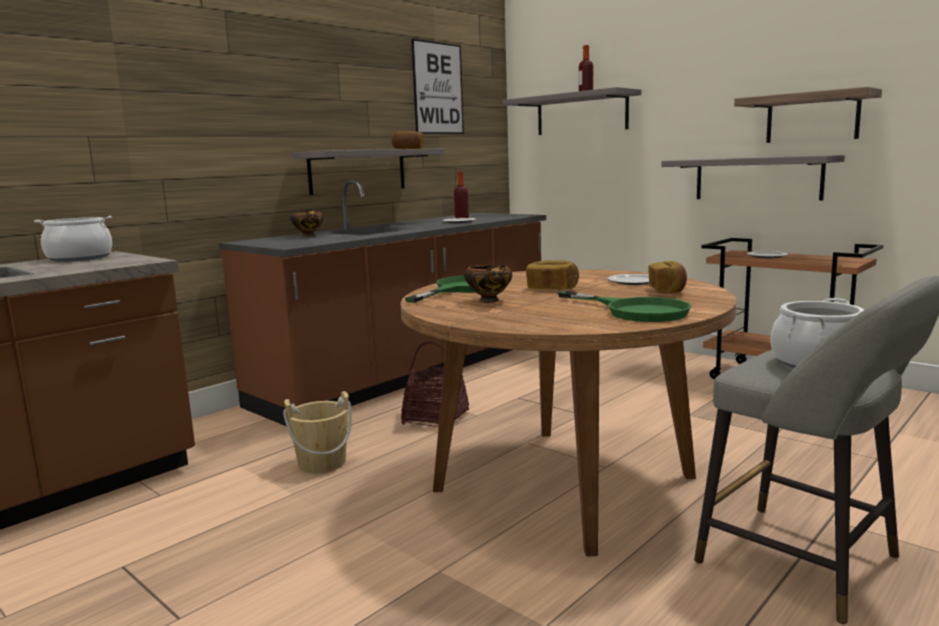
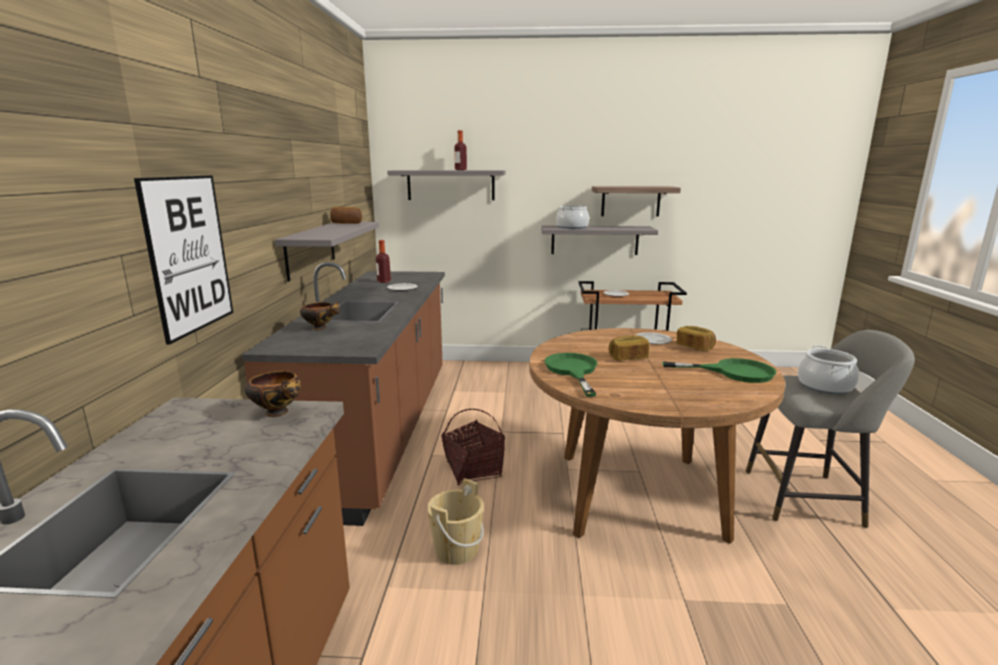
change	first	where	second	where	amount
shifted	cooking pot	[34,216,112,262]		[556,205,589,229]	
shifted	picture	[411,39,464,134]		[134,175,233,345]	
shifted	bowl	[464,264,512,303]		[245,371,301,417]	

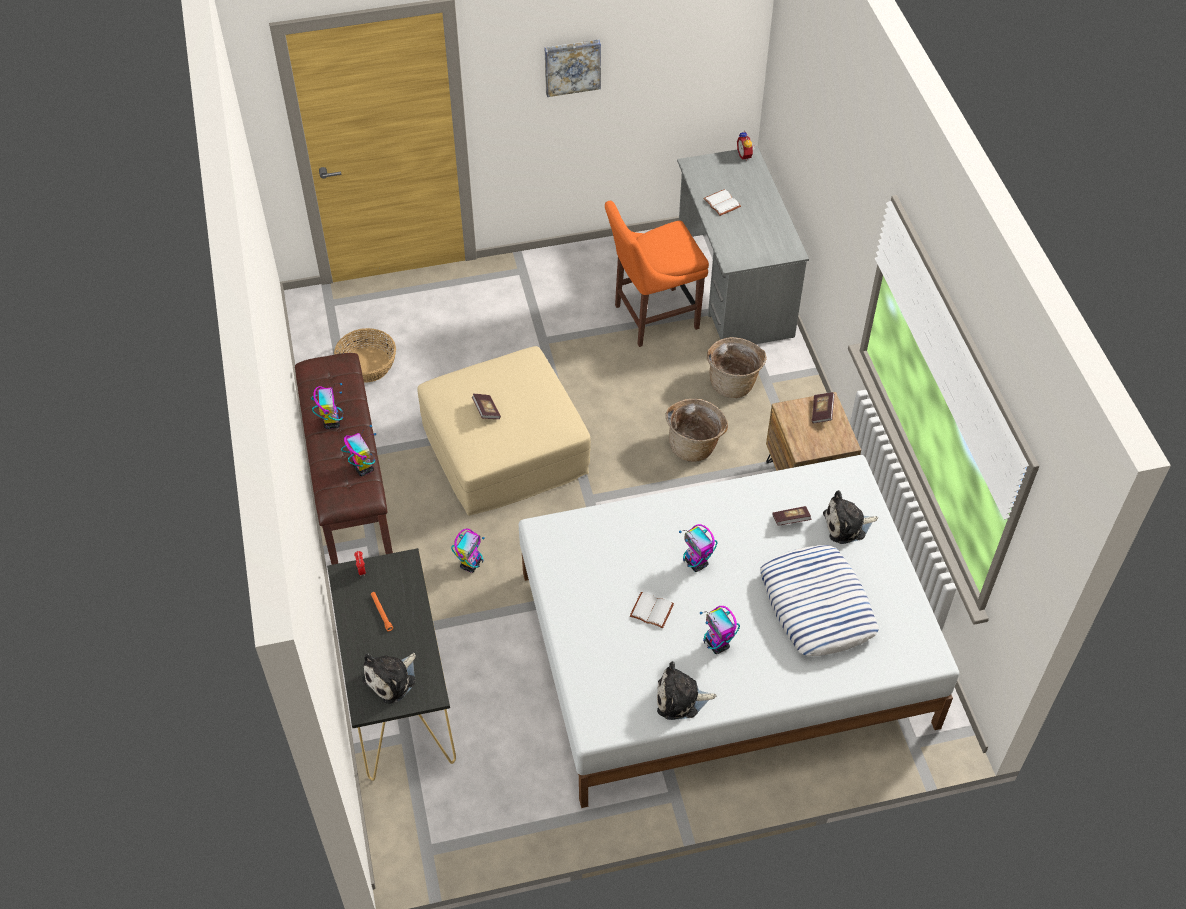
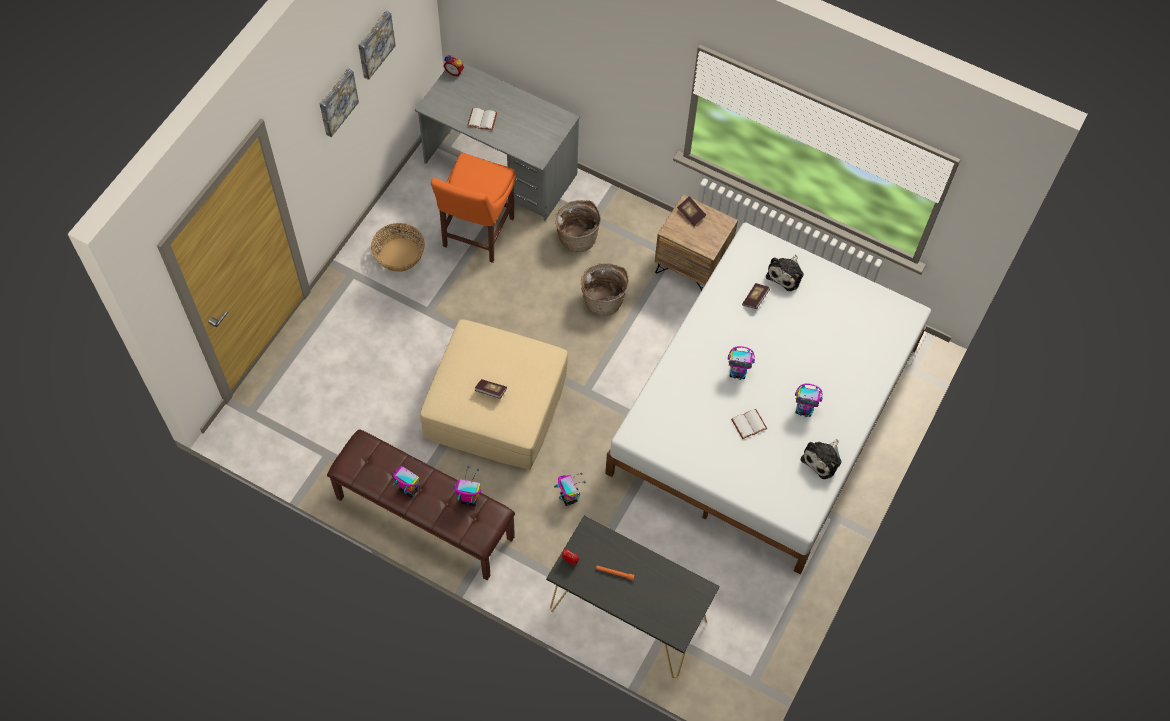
change	first	where	second	where	amount
shifted	basket	[334,328,396,382]		[371,223,425,272]	
gone	plush toy	[362,653,416,704]			
gone	pillow	[760,545,879,656]			
new			picture	[358,11,396,80]	

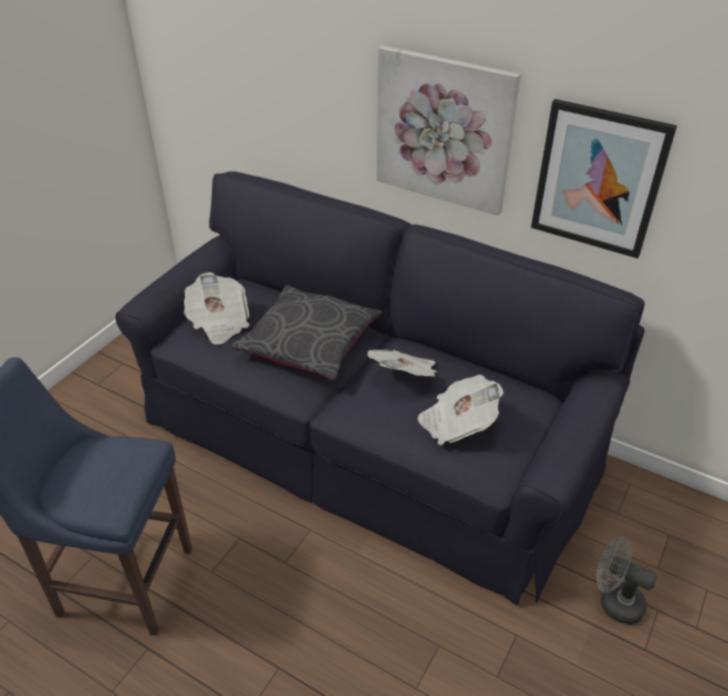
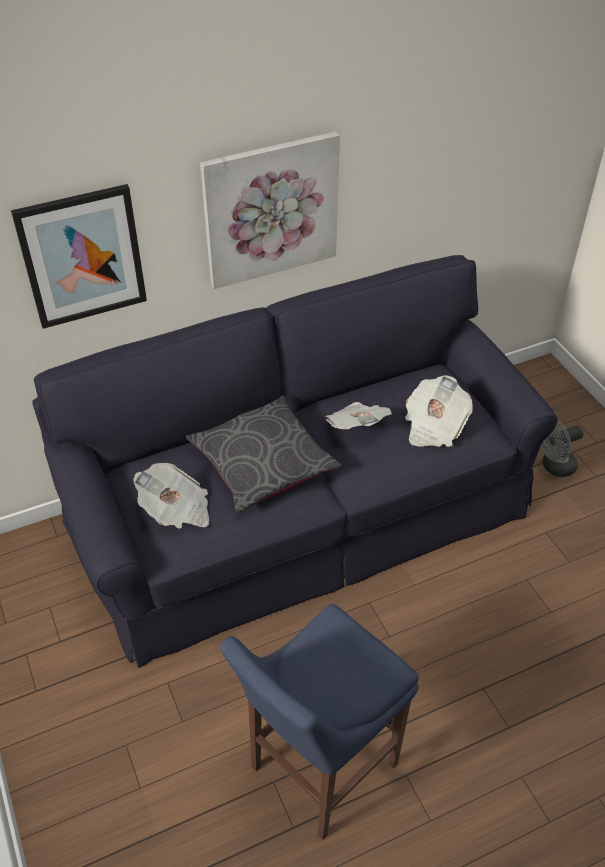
change	first	where	second	where	amount
shifted	picture	[531,99,677,259]		[11,184,147,329]	

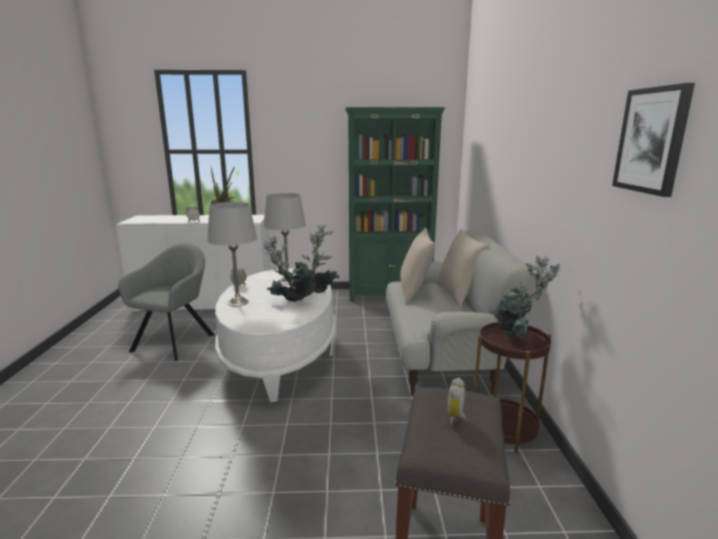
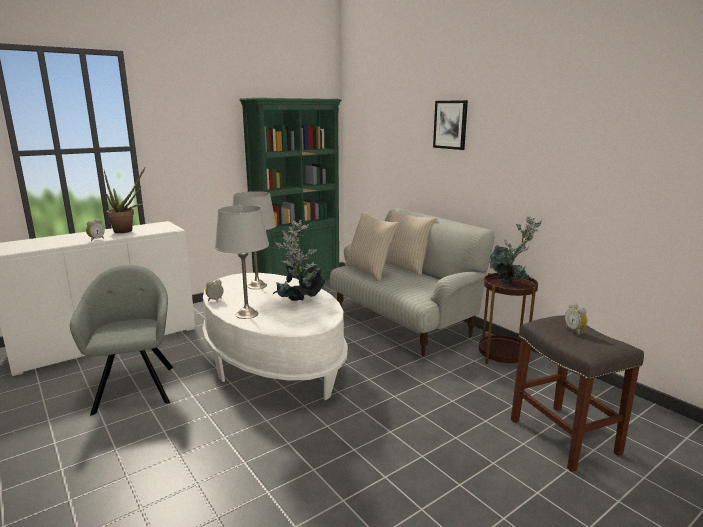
change	first	where	second	where	amount
shifted	picture	[612,83,695,197]		[433,100,468,150]	

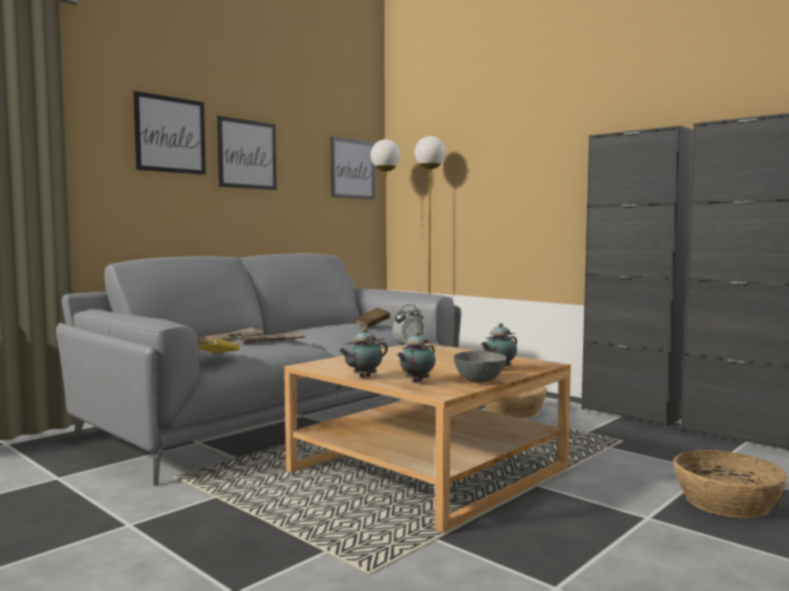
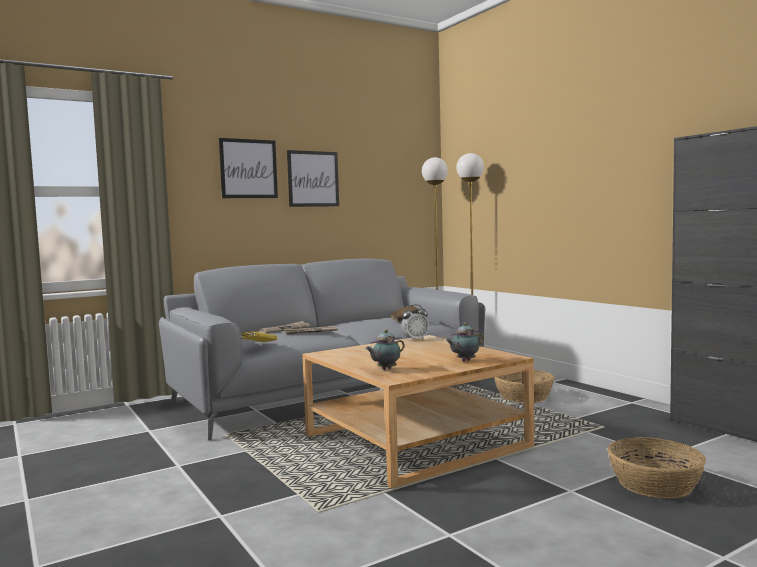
change	first	where	second	where	amount
gone	picture	[331,137,375,200]			
gone	teapot	[339,328,388,378]			
gone	bowl (grey)	[454,351,507,383]			
gone	cabinet (black)	[581,126,693,426]			

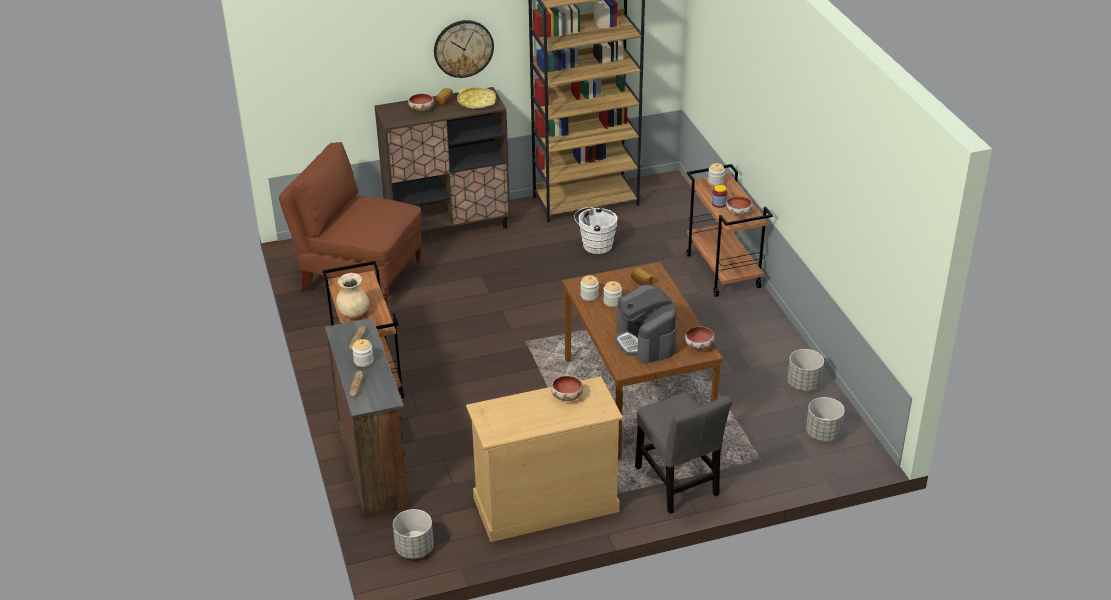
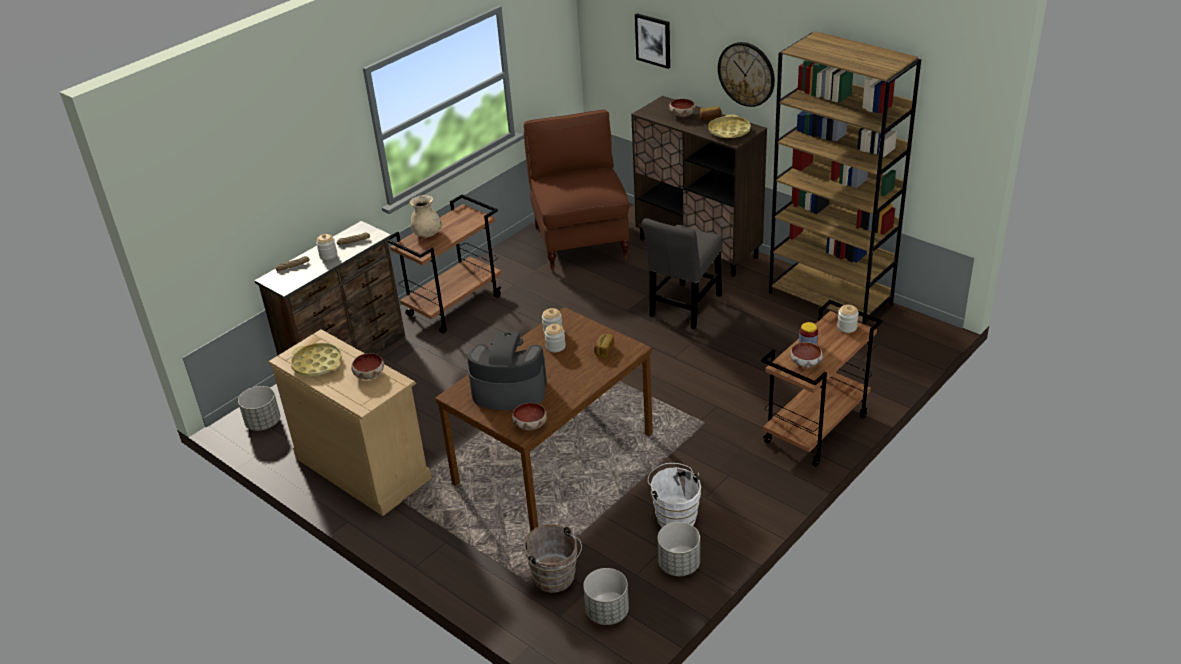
change	first	where	second	where	amount
shifted	bucket (white)	[574,206,617,254]		[648,463,701,527]	
rotated	coffee machine	[615,285,677,364]		[467,332,547,410]	60 degrees clockwise
shifted	chair (grey)	[635,392,732,514]		[642,218,722,329]	
new			tray (yellow)	[291,343,342,376]	
new			bucket (brown)	[524,525,582,593]	
new			picture	[635,13,670,69]	

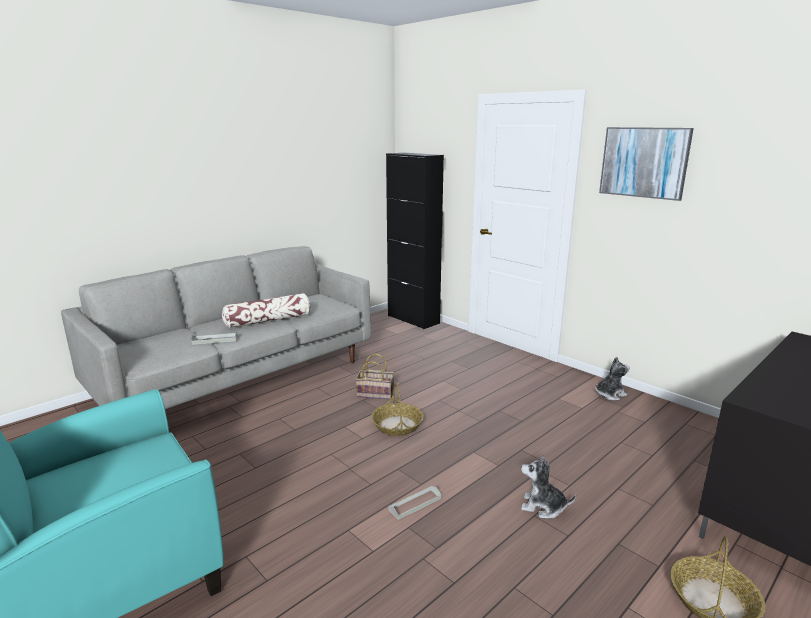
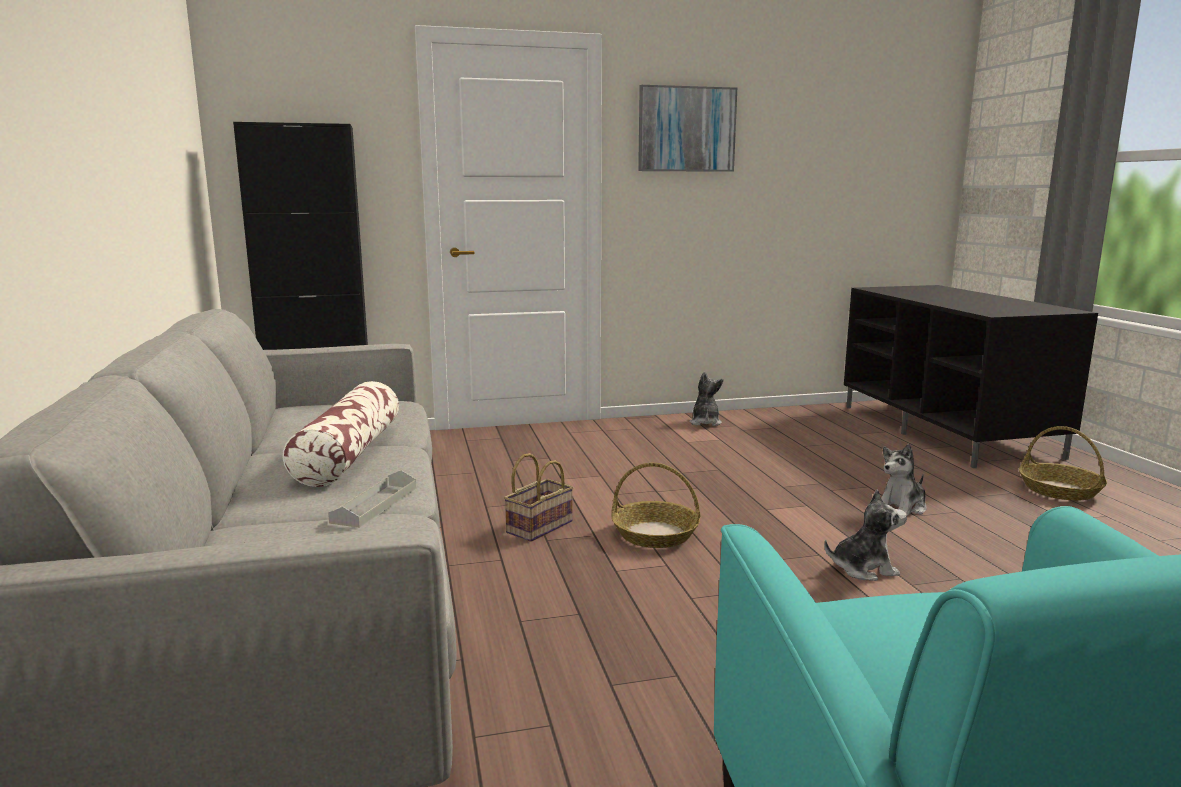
change	first	where	second	where	amount
swapped	tray (grey)	[388,486,441,520]	plush toy	[824,490,907,581]	

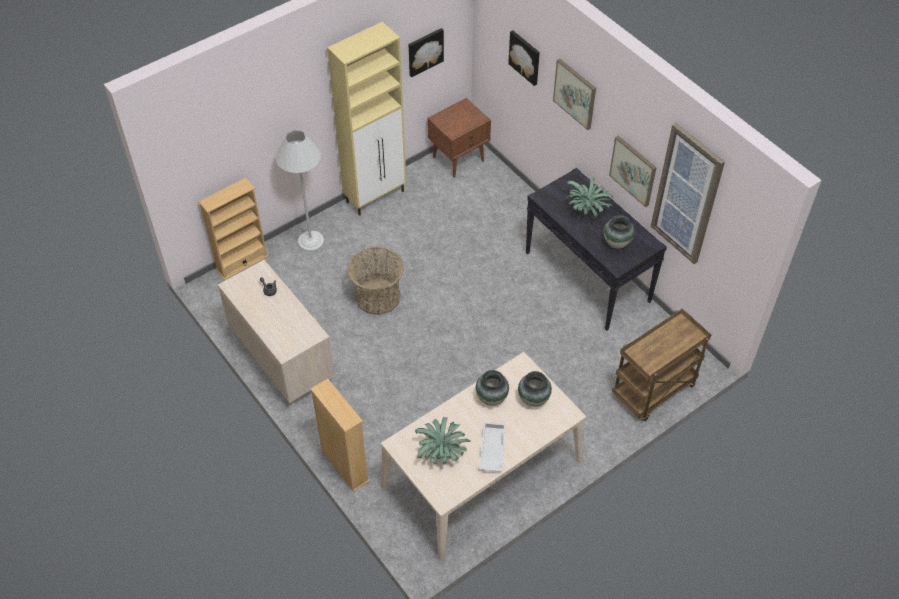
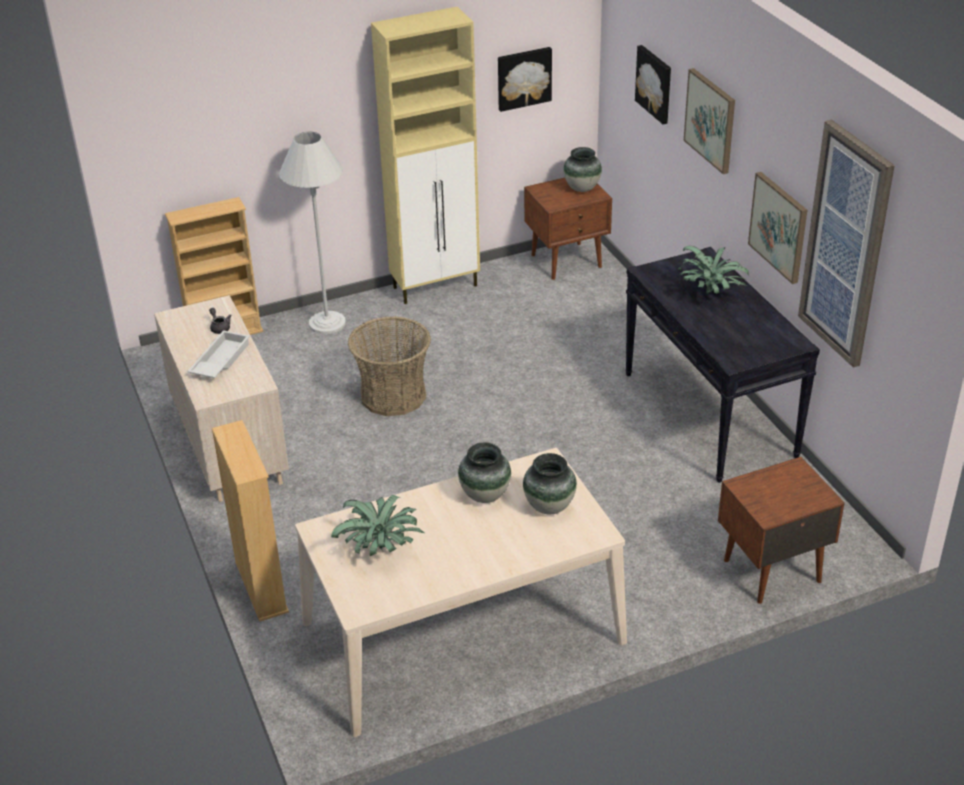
change	first	where	second	where	amount
shifted	tray (white)	[479,422,506,472]		[187,330,250,379]	
shifted	vase	[604,215,635,249]		[563,147,602,192]	
swapped	cart (brown)	[612,308,711,421]	nightstand (brown)	[718,457,845,604]	

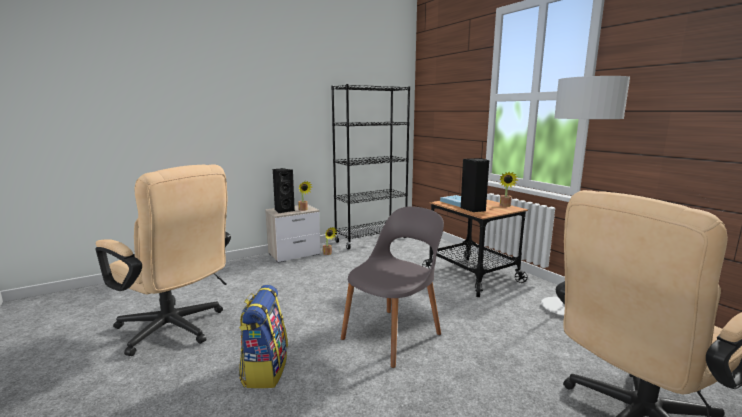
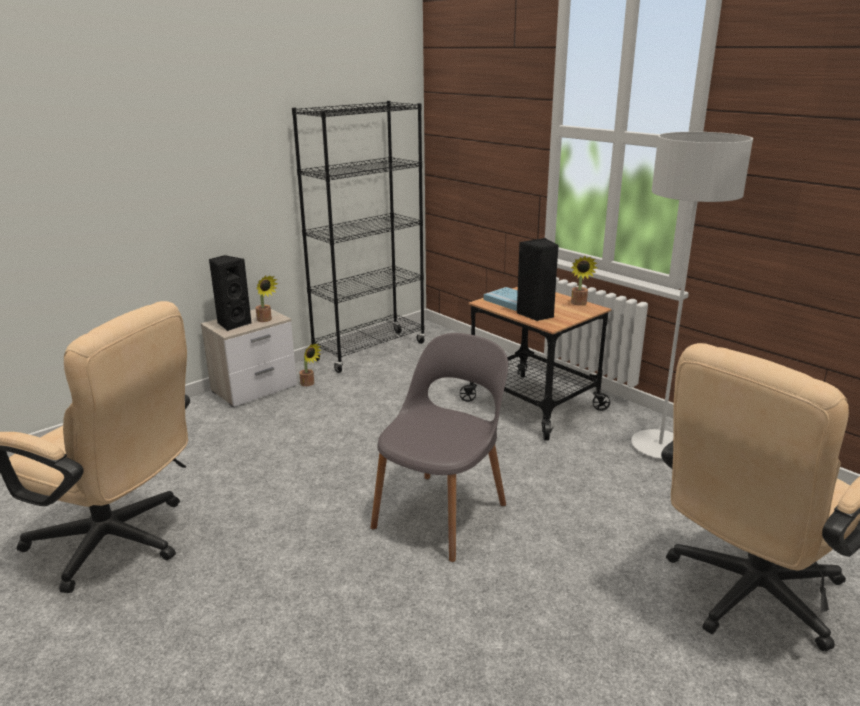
change	first	where	second	where	amount
gone	backpack	[239,285,288,388]			

